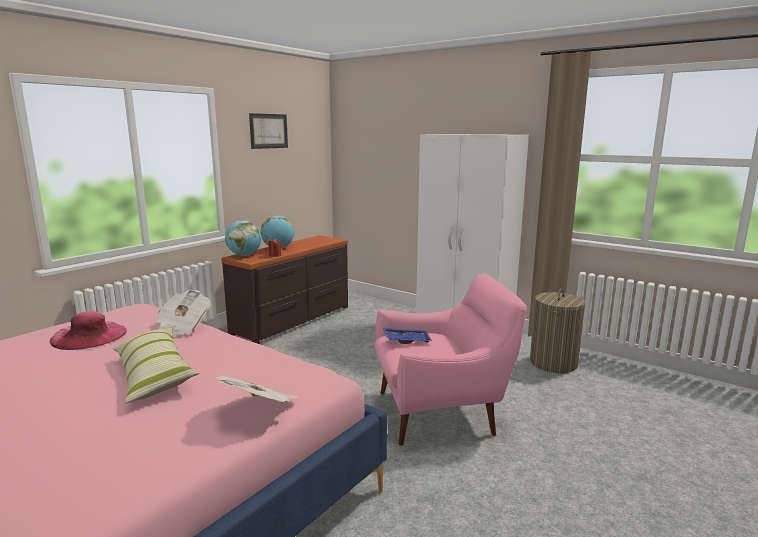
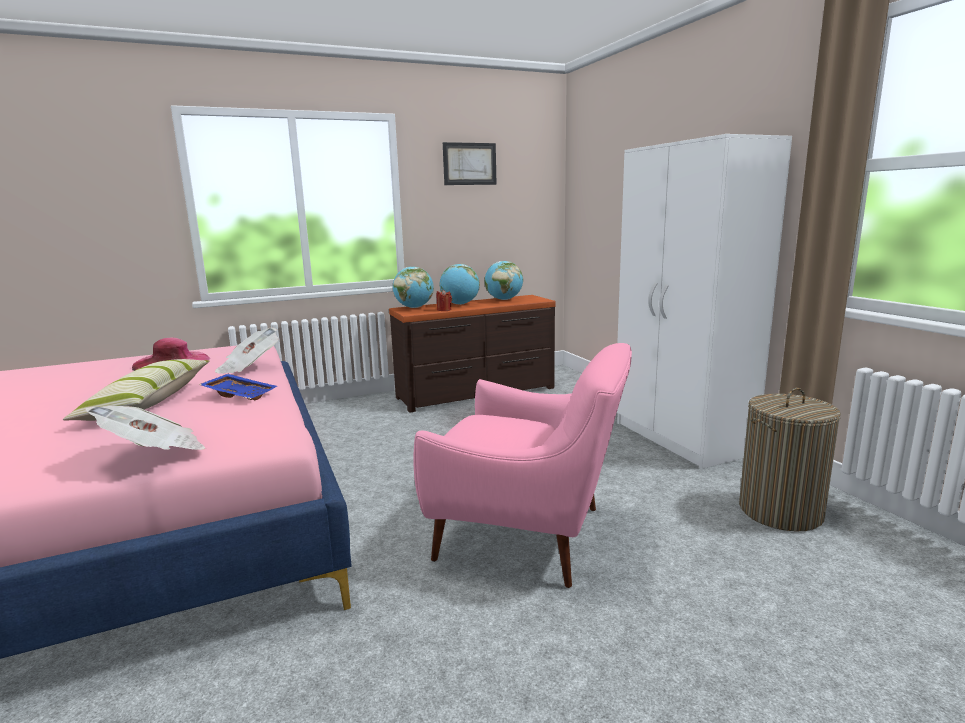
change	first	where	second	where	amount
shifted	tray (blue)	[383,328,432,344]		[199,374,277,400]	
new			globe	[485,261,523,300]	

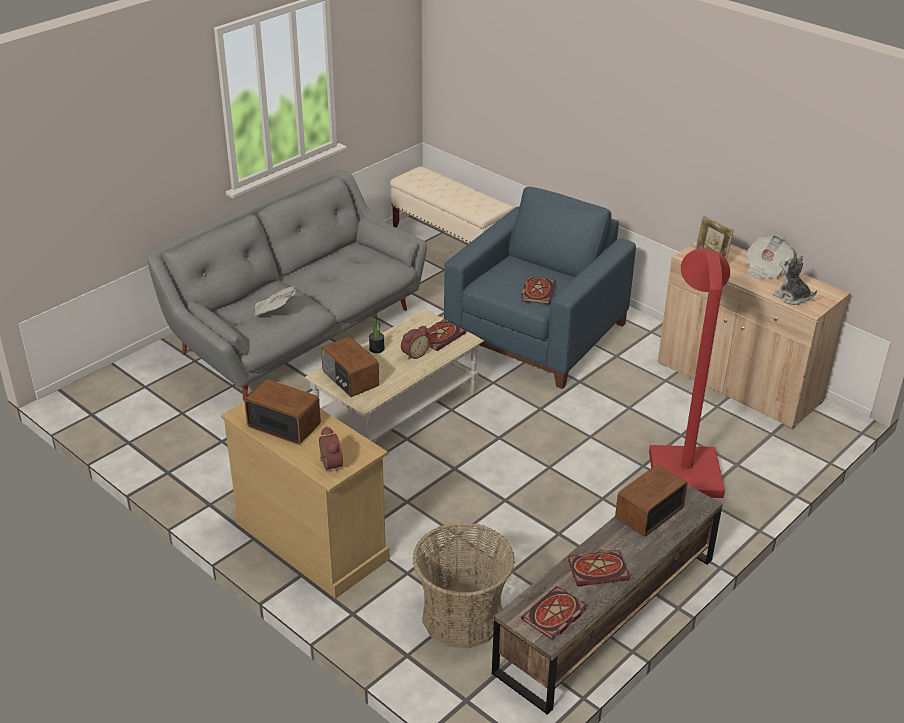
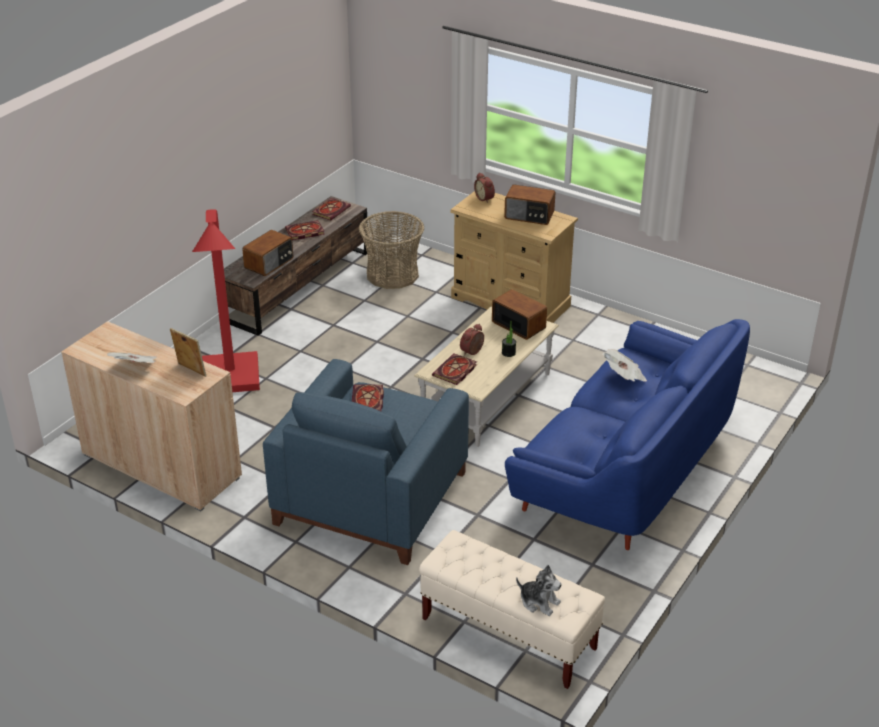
change	first	where	second	where	amount
repainted	sofa (grey)	[147,170,427,400]	sofa (blue)	[505,319,750,550]	
shifted	plush toy	[773,256,817,305]		[516,565,561,616]	

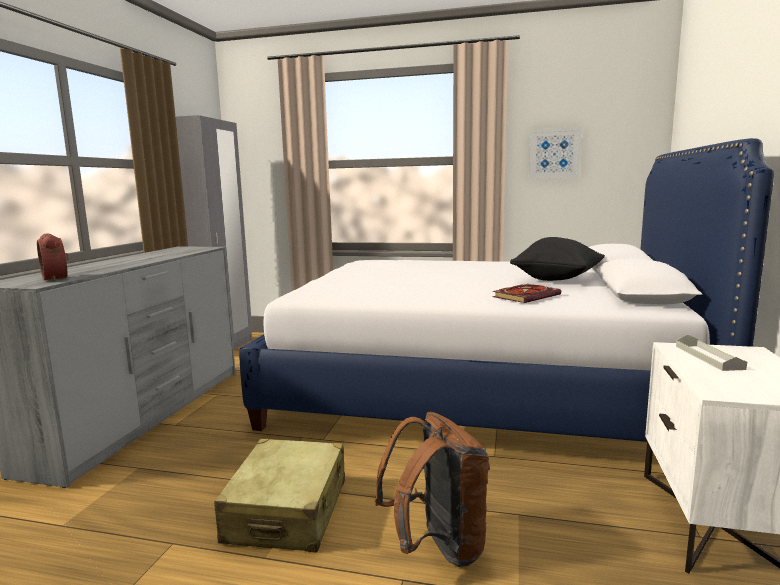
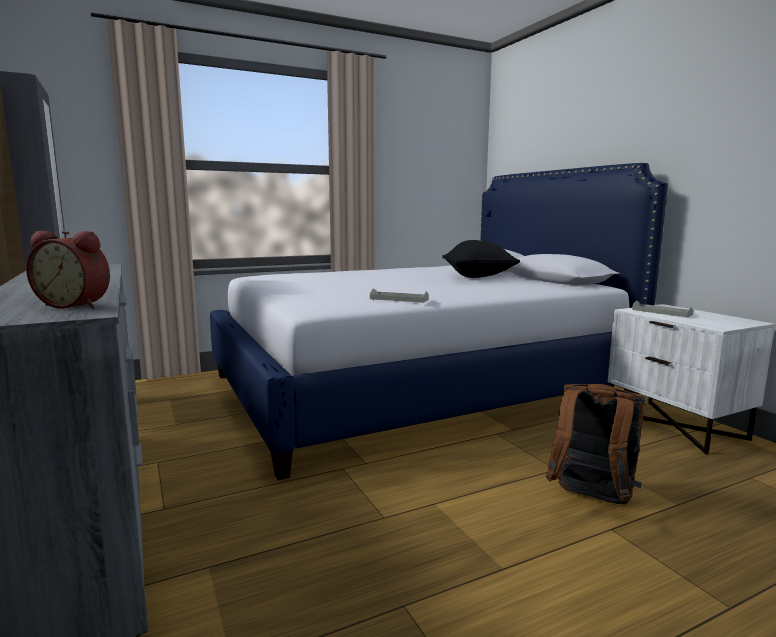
change	first	where	second	where	amount
gone	suitcase (beige)	[214,439,345,553]			
gone	book	[492,284,561,303]			
gone	picture	[529,127,582,179]			
new			tray (grey)	[370,288,429,303]	

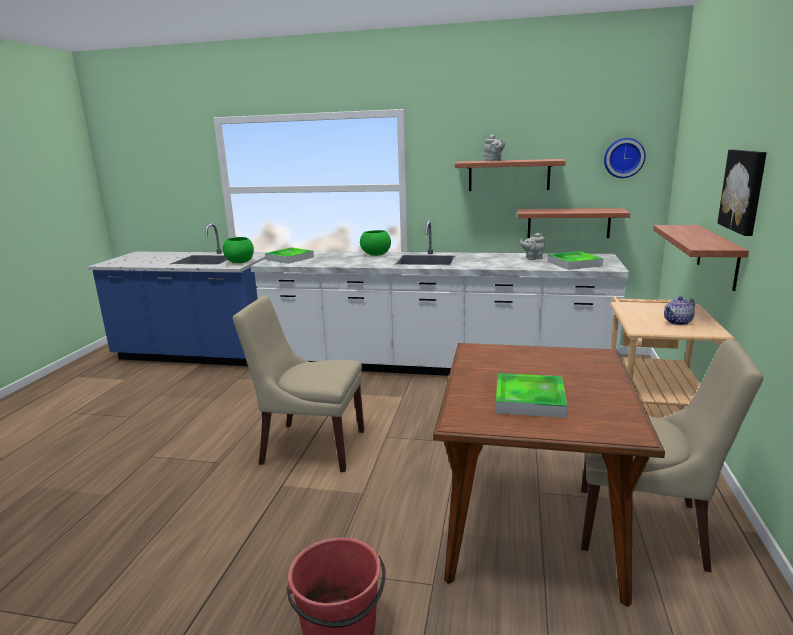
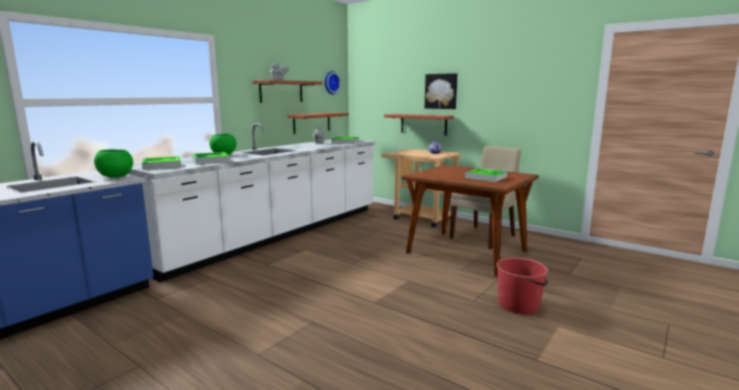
change	first	where	second	where	amount
gone	chair (beige)	[233,296,364,472]			
new			tray	[192,152,230,164]	

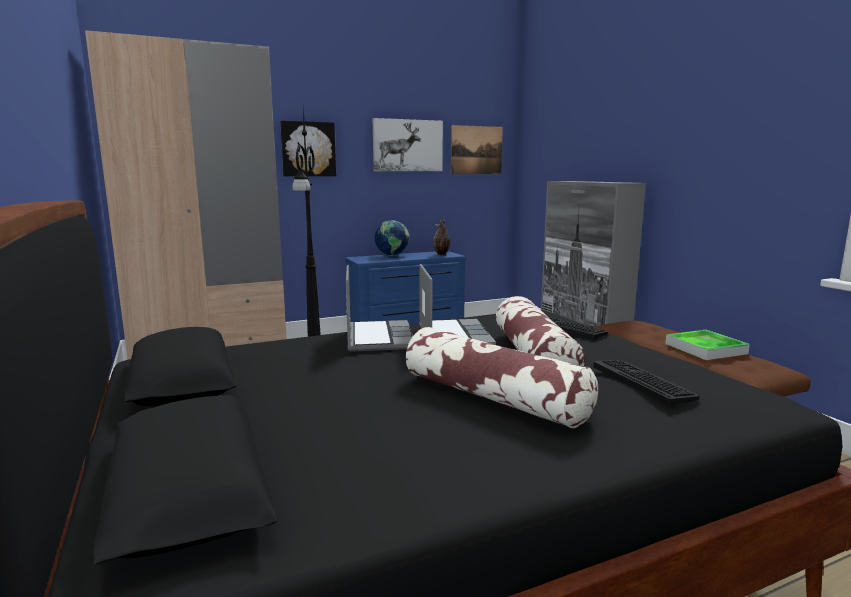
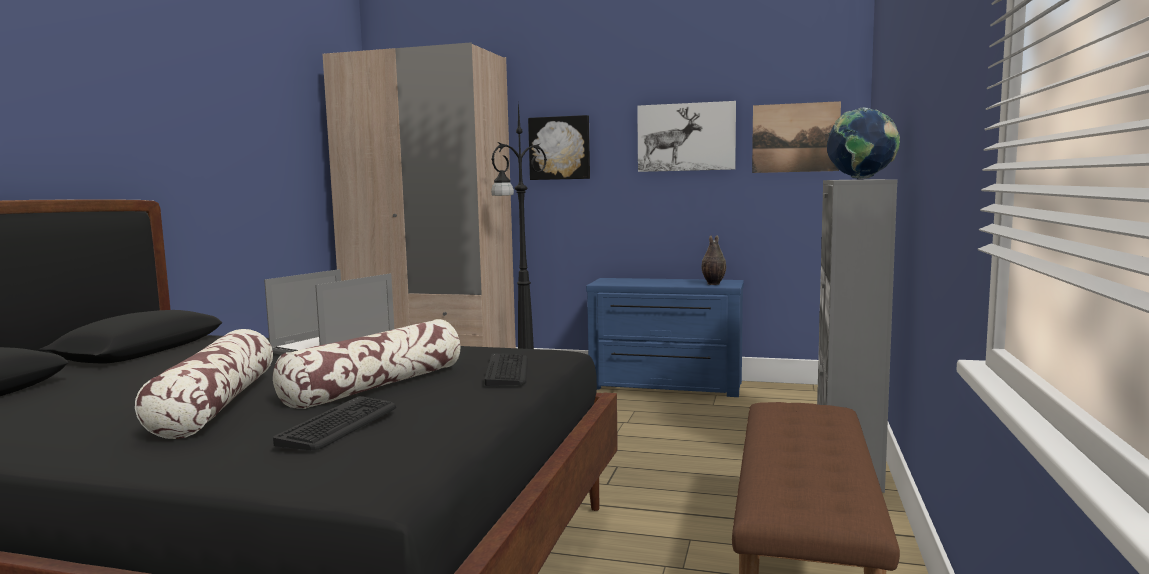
change	first	where	second	where	amount
shifted	globe	[375,220,409,256]		[827,107,900,179]	
gone	tray	[665,330,750,360]			

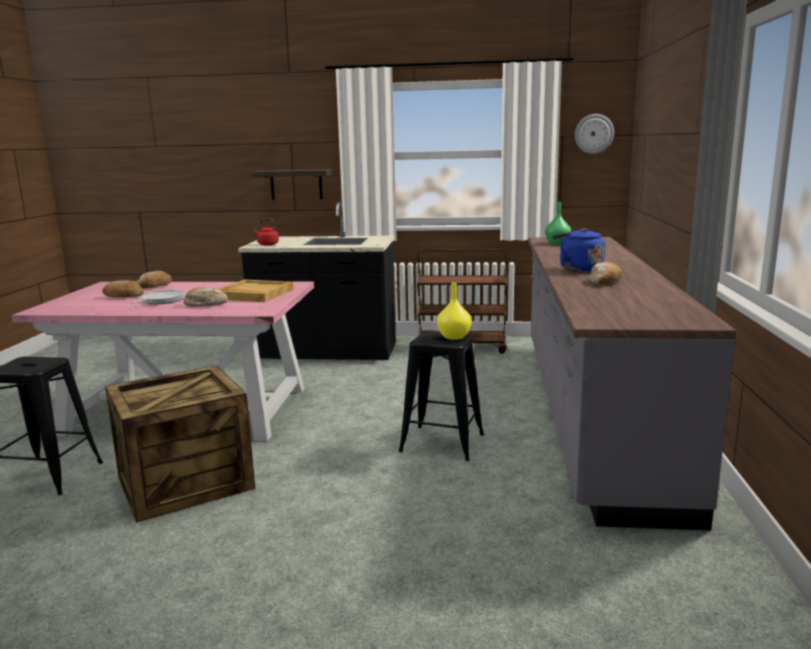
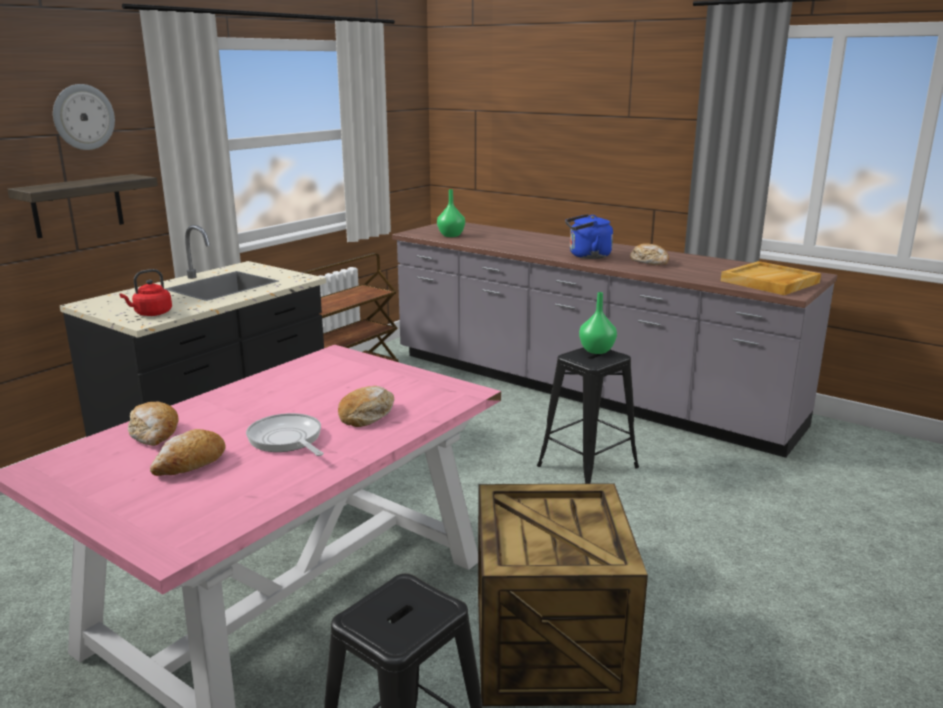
change	first	where	second	where	amount
shifted	tray (beige)	[219,279,294,302]		[721,261,821,295]	
repainted	vase (yellow)	[437,282,471,340]	vase (green)	[579,292,617,354]	
shifted	wall clock	[575,114,614,154]		[53,84,115,150]	

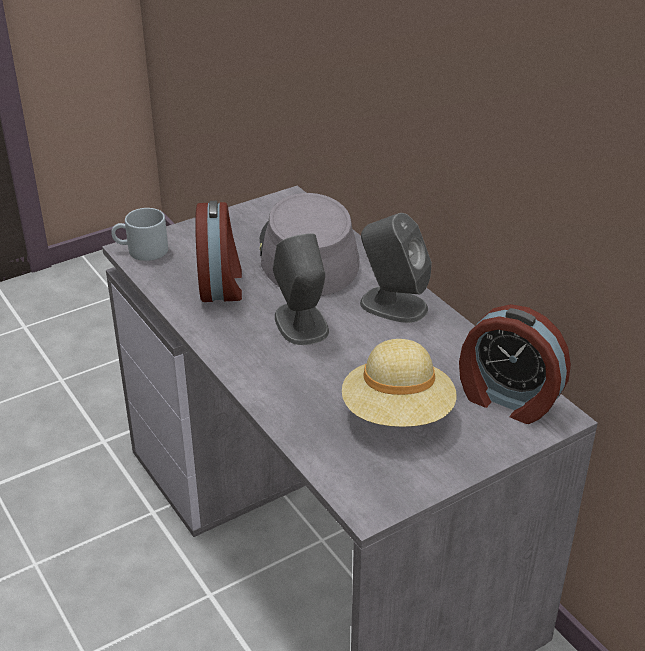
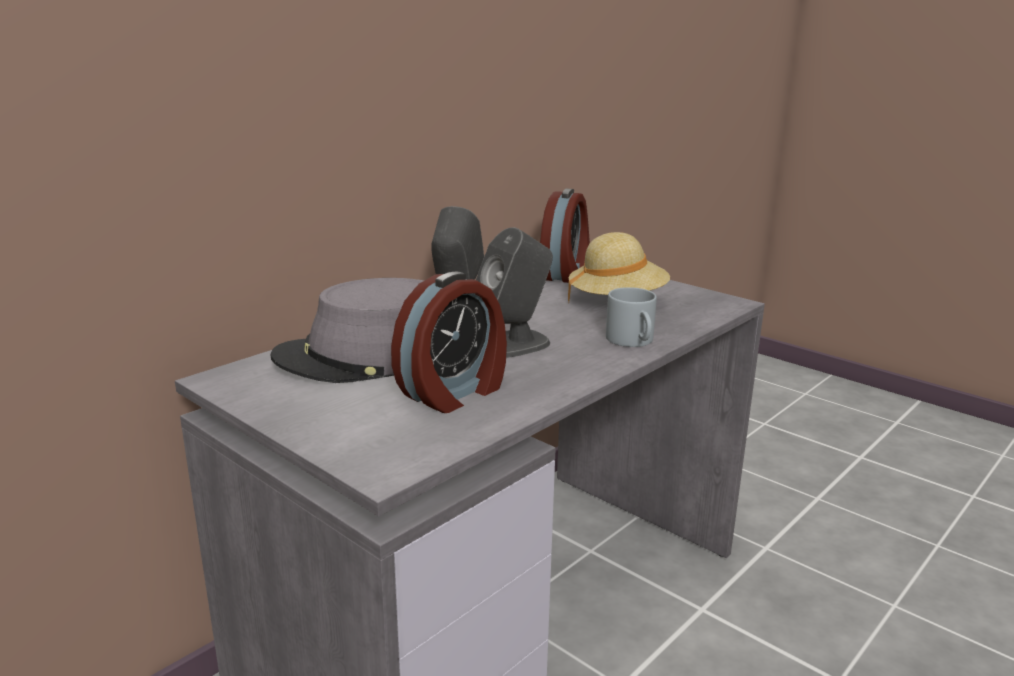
change	first	where	second	where	amount
shifted	mug (grey)	[111,208,168,261]		[606,287,657,347]	
rotated	alarm clock	[195,201,242,302]		[391,272,507,413]	150 degrees clockwise

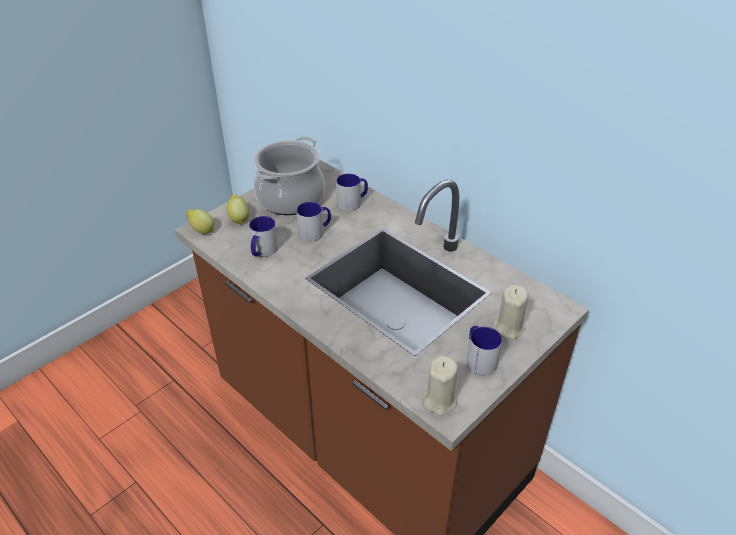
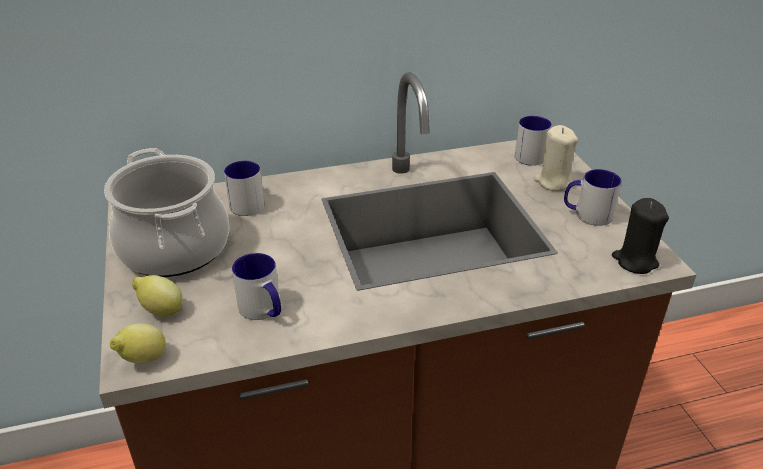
change	first	where	second	where	amount
shifted	mug	[296,202,331,242]		[515,116,552,166]	
repainted	candle (beige)	[422,356,458,415]	candle (black)	[612,198,669,274]	

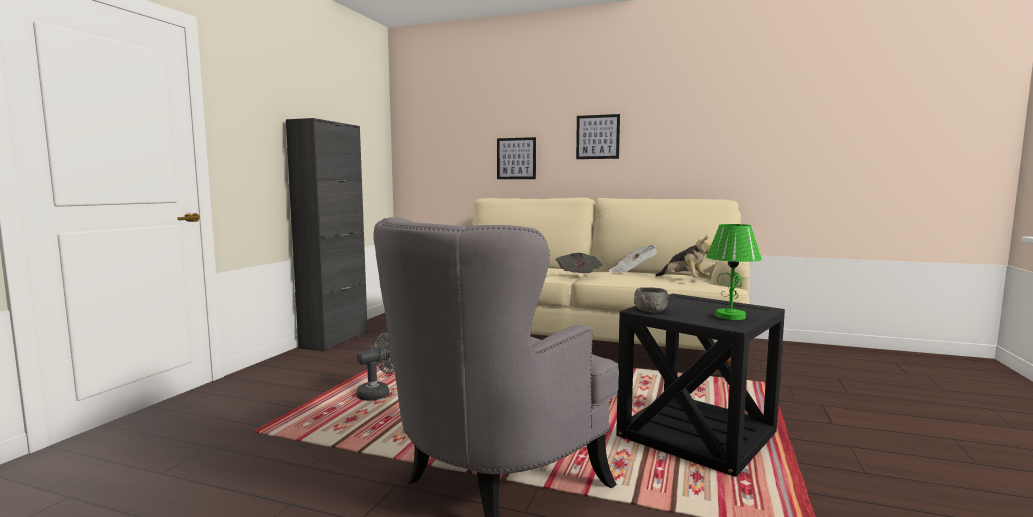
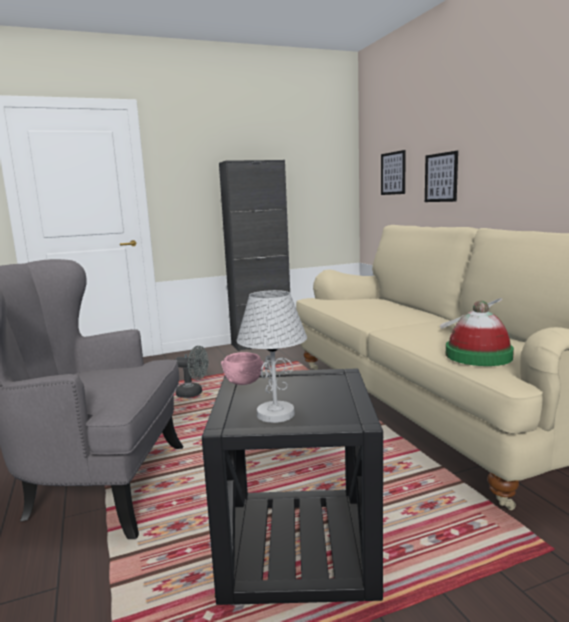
change	first	where	second	where	amount
gone	newspaper	[555,253,602,273]			
shifted	picture	[576,114,620,159]		[381,150,406,195]	
repainted	bowl (grey)	[634,287,669,313]	bowl (pink)	[221,352,264,385]	
swapped	plush toy	[656,234,711,277]	hat	[446,301,514,366]	
repainted	table lamp (green)	[706,224,762,320]	table lamp (white)	[237,290,307,423]	

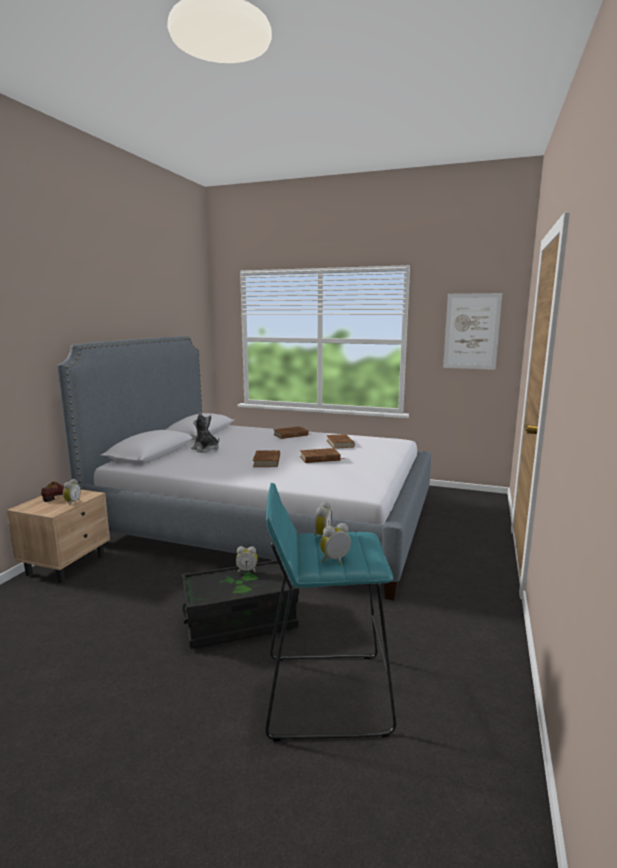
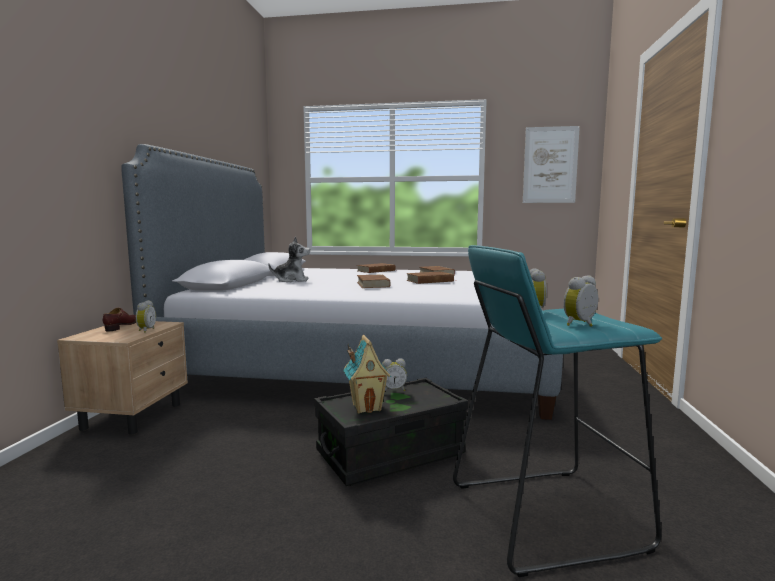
change	first	where	second	where	amount
rotated	plush toy	[191,413,219,453]		[268,237,310,282]	150 degrees clockwise
new			toy house	[343,335,391,414]	

